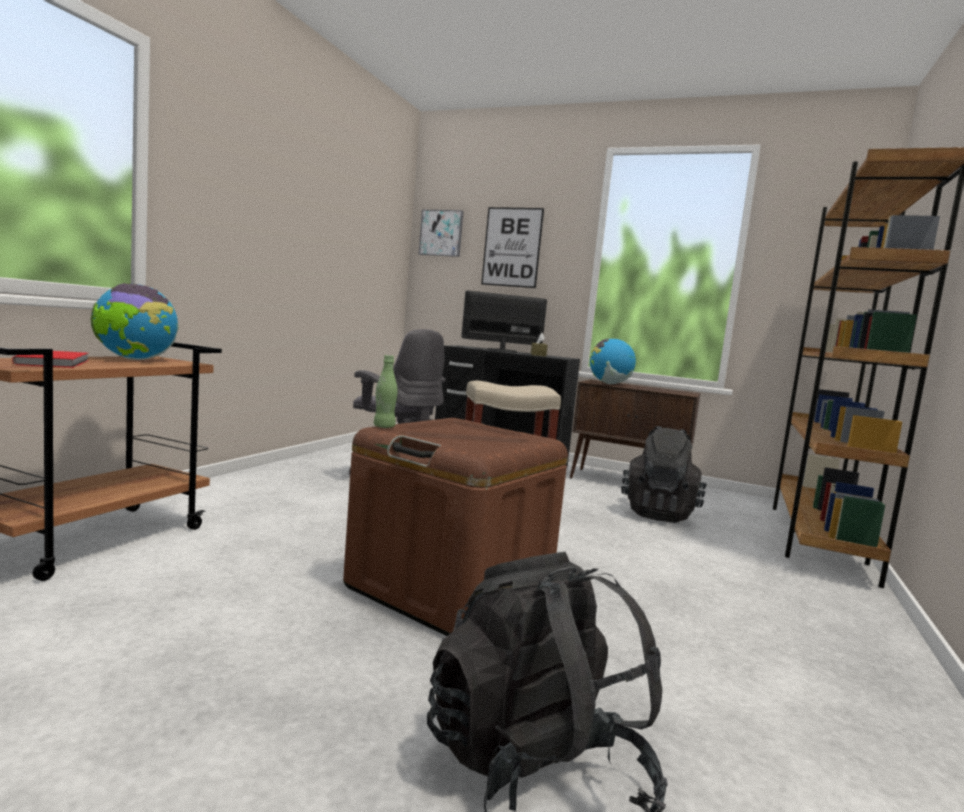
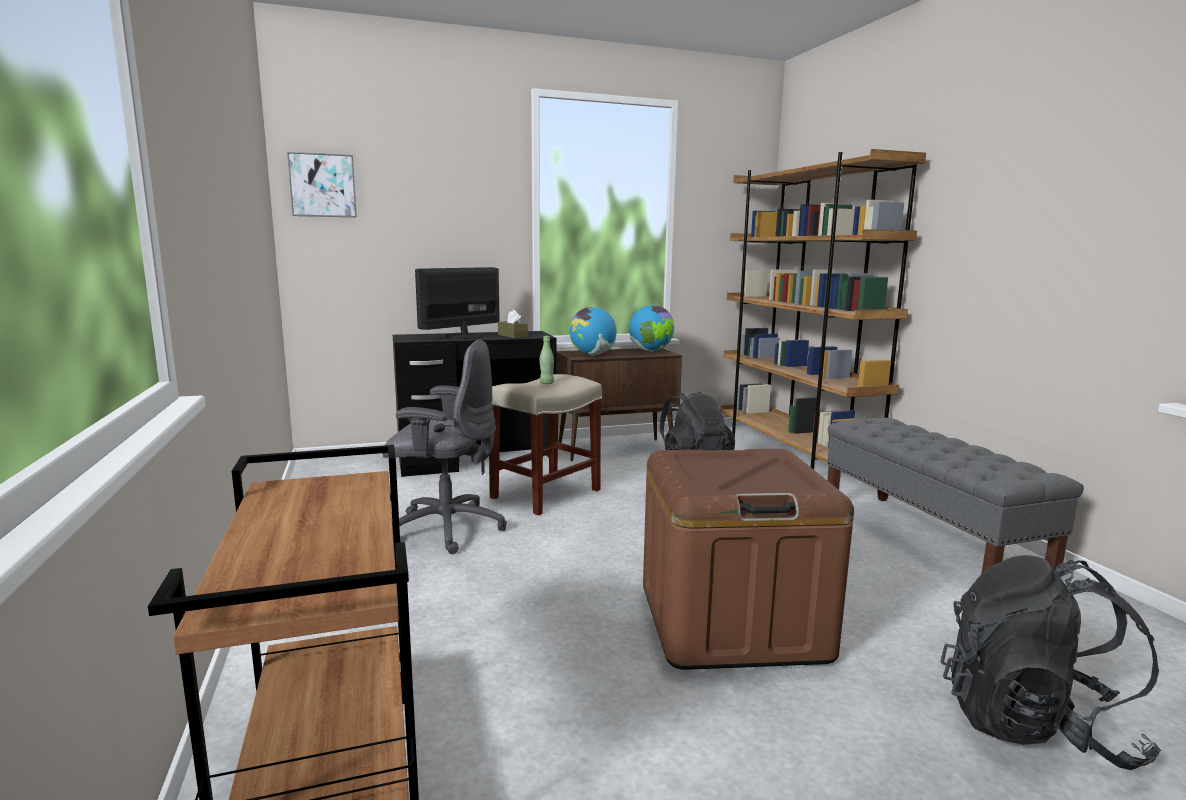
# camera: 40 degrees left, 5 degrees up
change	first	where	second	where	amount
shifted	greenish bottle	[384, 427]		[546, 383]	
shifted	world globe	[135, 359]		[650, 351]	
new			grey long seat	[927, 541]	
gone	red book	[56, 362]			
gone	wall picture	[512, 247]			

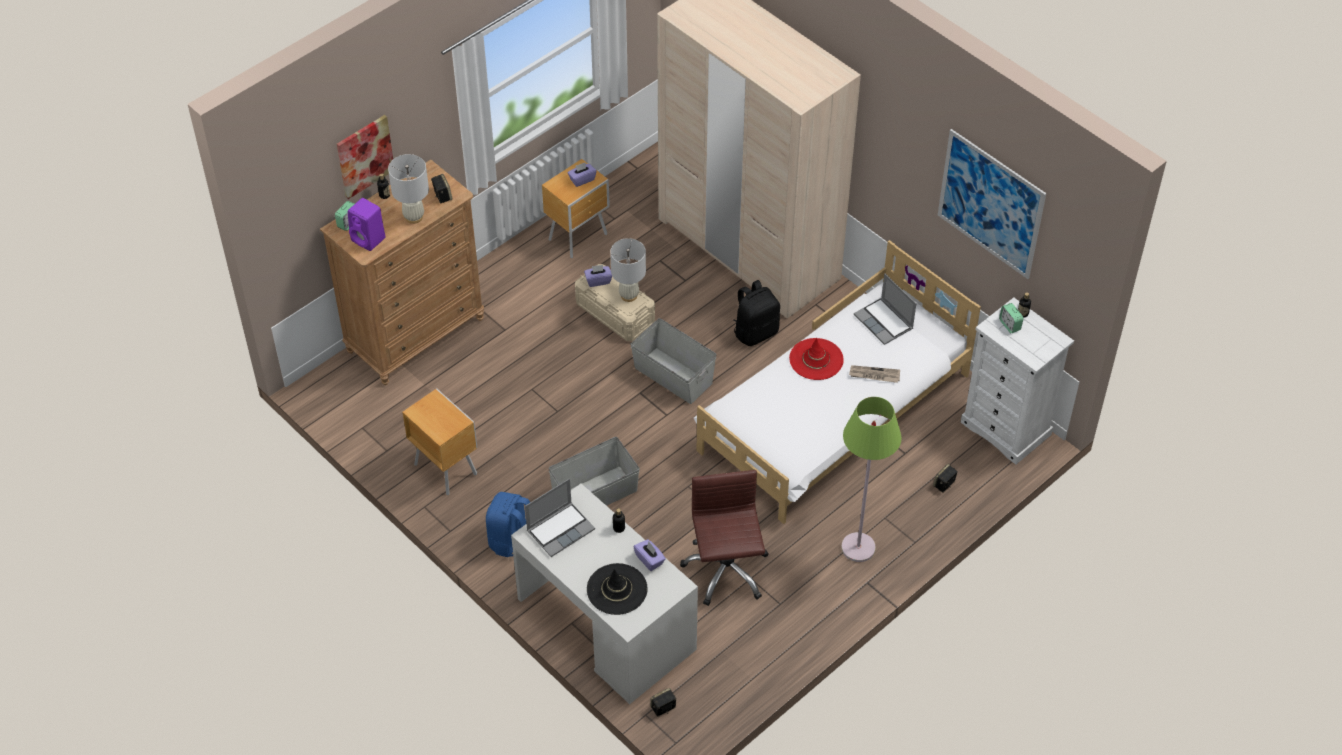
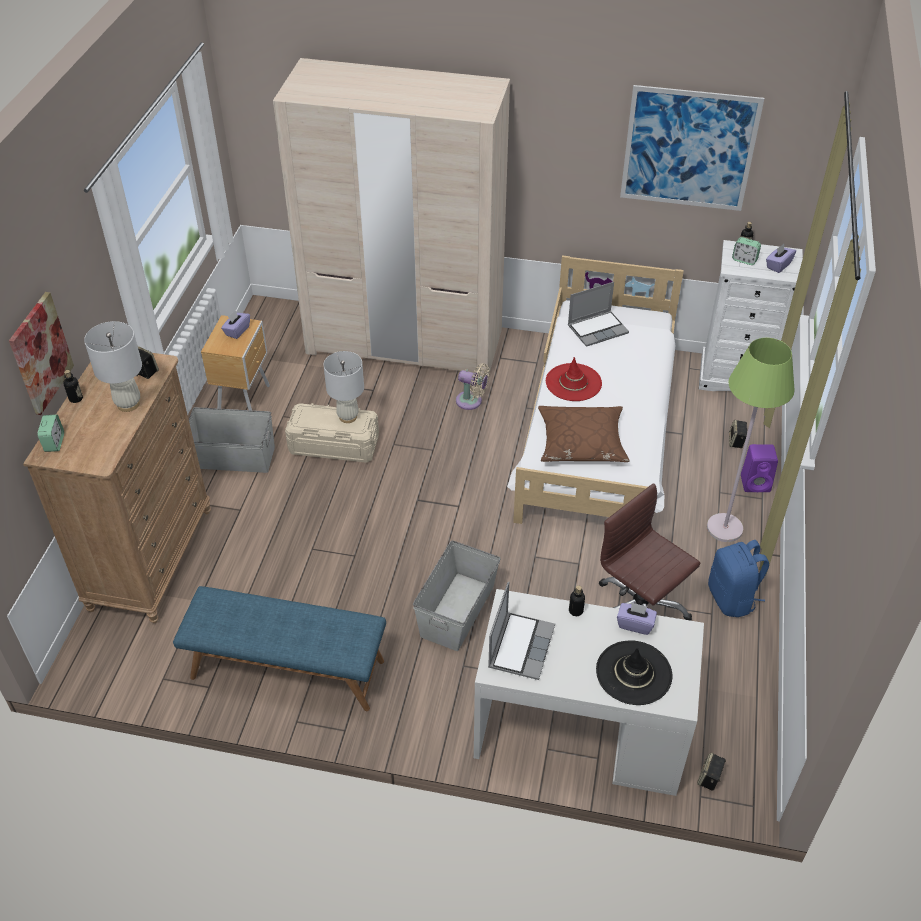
# camera: 35 degrees left, 5 degrees down
change	first	where	second	where	amount
swapped	brownish nightstand	[445, 468]	blue long seat	[287, 670]	
shifted	grey storage bin	[673, 375]		[232, 456]	
swapped	blackish knapsack	[755, 332]	beige-coloured cooling fan	[471, 401]	
new			brownish cushion	[581, 442]	
rotated	notebook computer	[884, 322]		[598, 329]	45 degrees counterclockwise
shifted	blue knapsack	[511, 541]		[732, 599]	
shifted	purple audio speaker	[369, 239]		[756, 483]	
shifted	purple box of tissues	[598, 280]		[778, 265]	
gone	newspaper	[874, 375]			

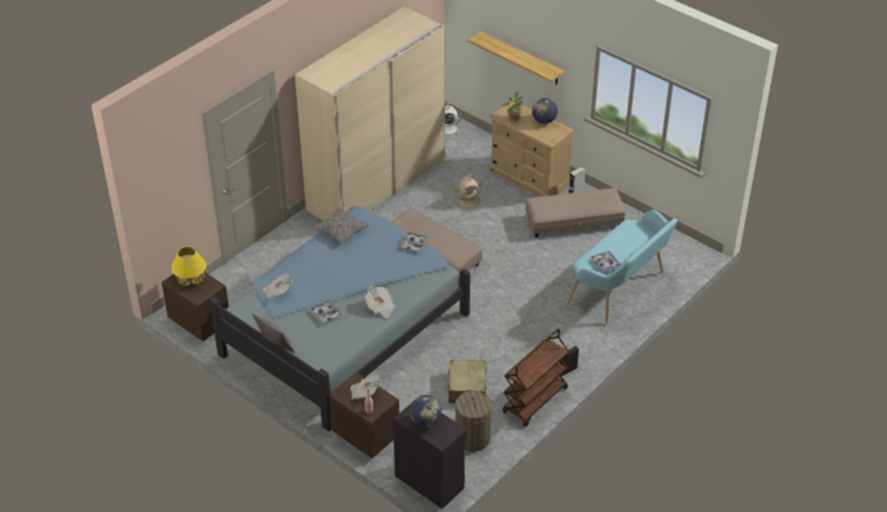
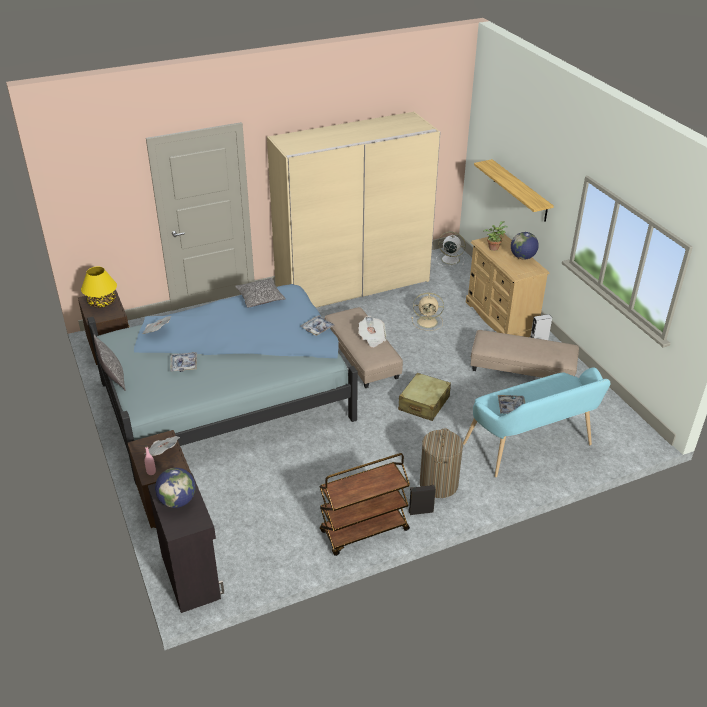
# camera: 25 degrees right, 5 degrees down
change	first	where	second	where	amount
shifted	newspaper	[380, 308]		[372, 338]	
shifted	beige-coloured piece of luggage	[467, 388]		[423, 403]	
shifted	hamper	[473, 438]		[438, 484]	

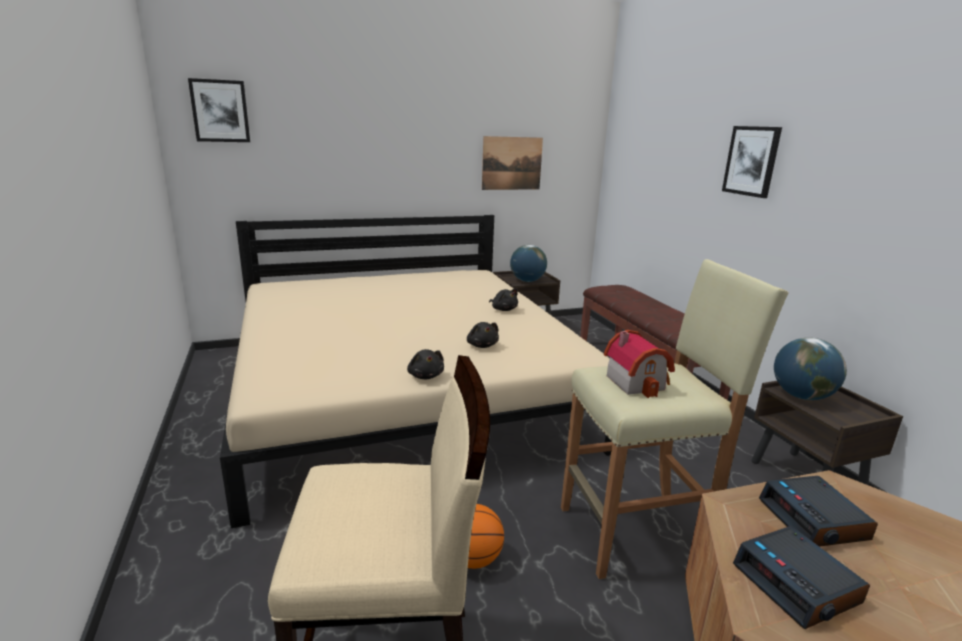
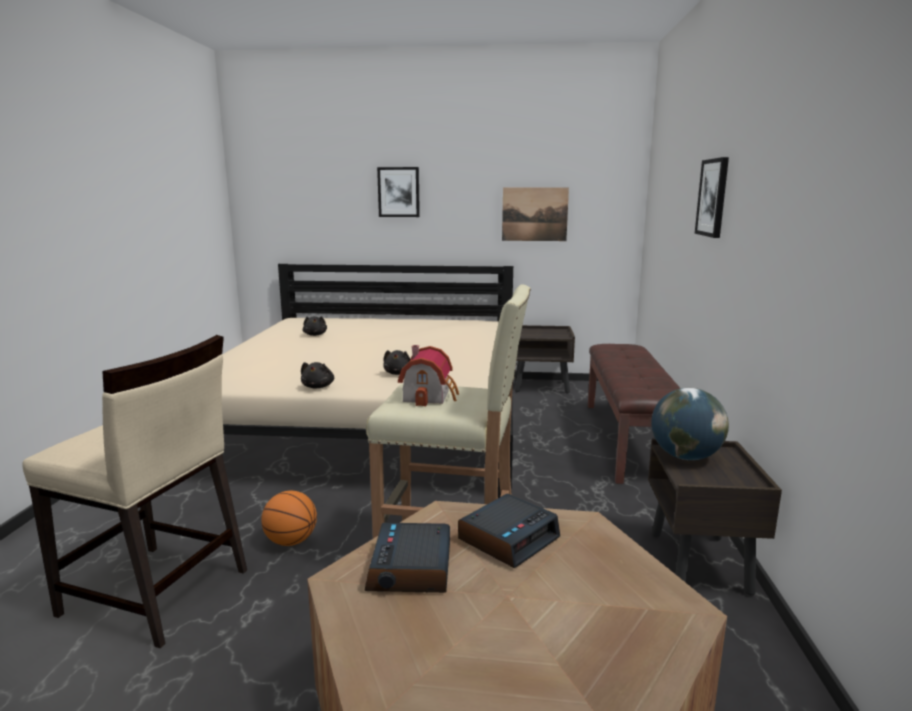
# camera: 25 degrees right, 5 degrees down
change	first	where	second	where	amount
shifted	blackish cuddly toy	[503, 309]		[315, 335]	
shifted	wall picture	[220, 111]		[398, 192]	
rotated	table clock	[814, 520]		[508, 538]	150 degrees counterclockwise
gone	world globe	[527, 281]			

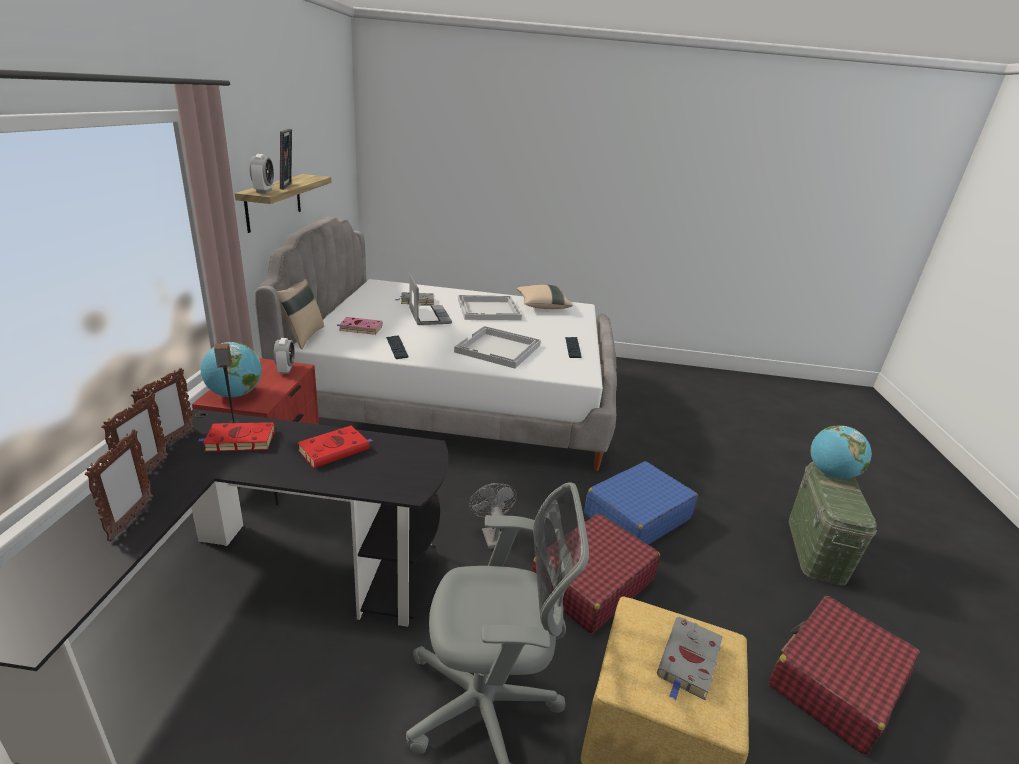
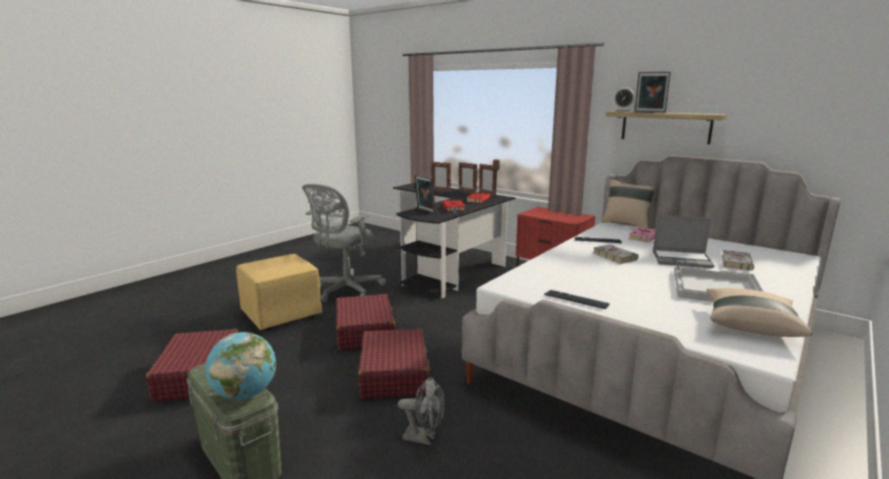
# camera: 125 degrees right, 10 degrees down
change	first	where	second	where	amount
repainted	blue piece of luggage	[636, 516]	red piece of luggage	[394, 374]	
shifted	grey cooling fan	[491, 535]		[424, 438]	
new			standing frame	[424, 211]	
shifted	grey book	[689, 662]		[613, 256]	
gone	world globe	[235, 394]			
gone	table clock	[286, 370]			
gone	white carrying tray	[498, 349]			

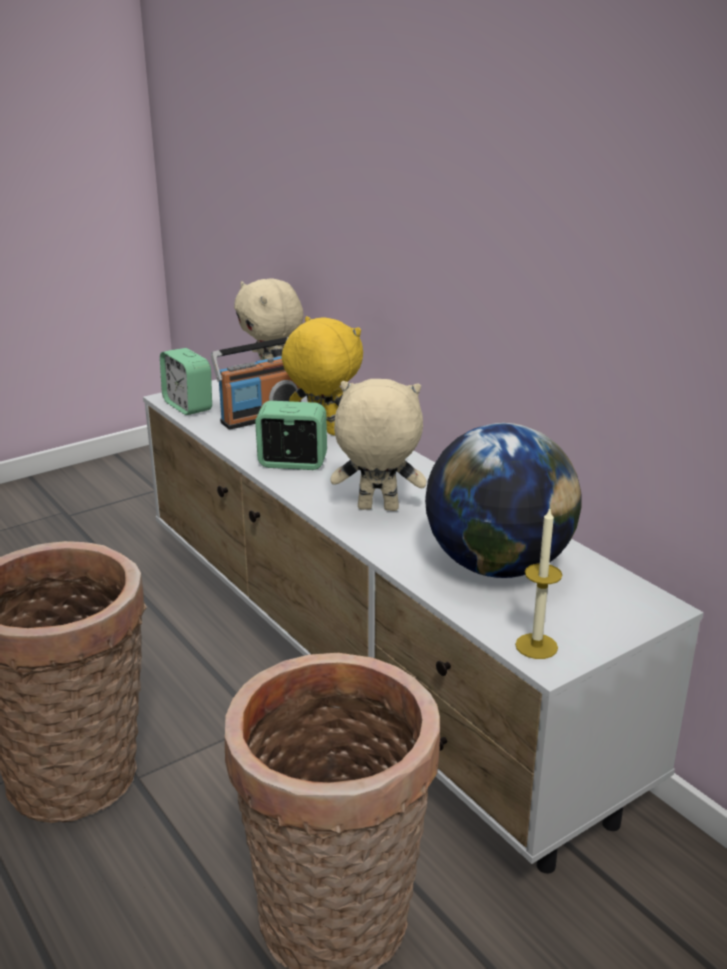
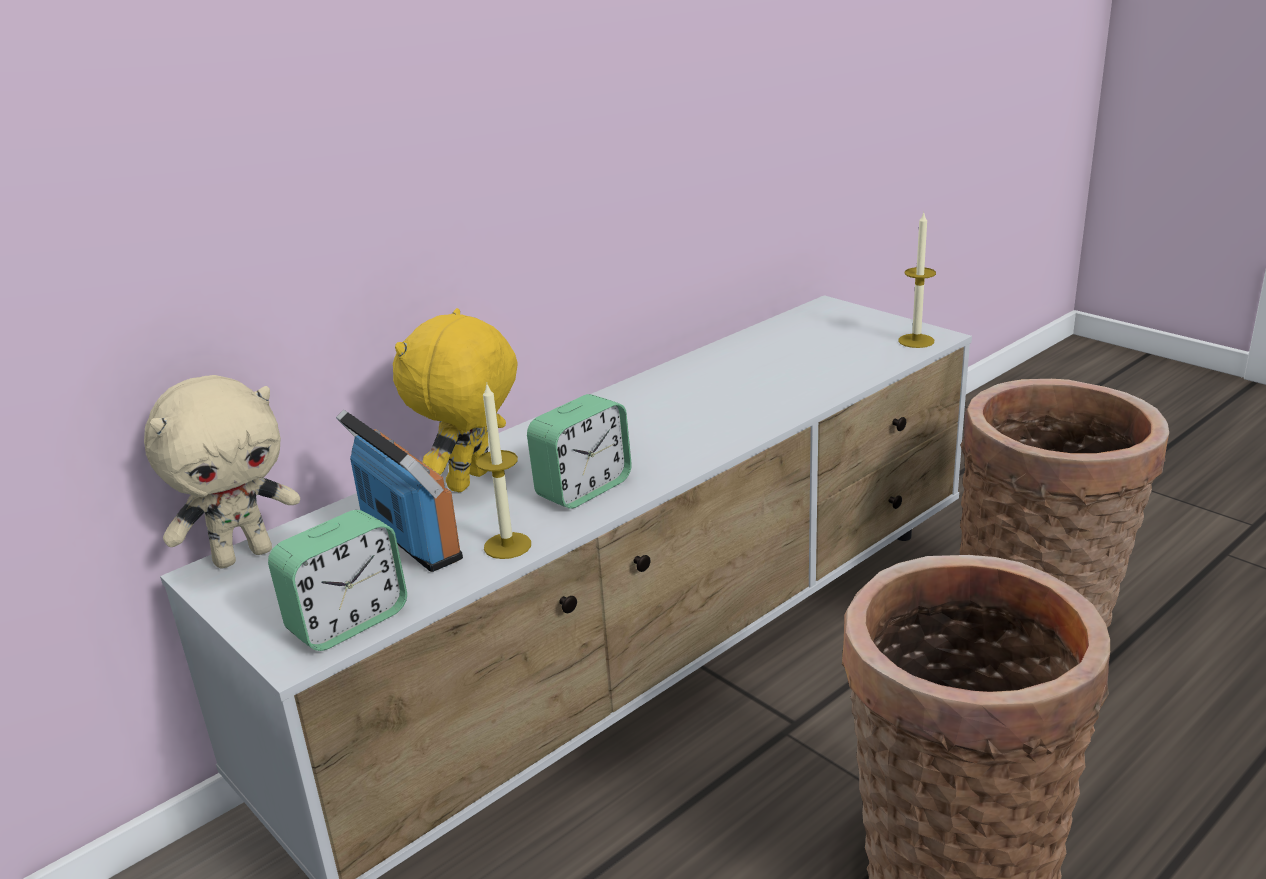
# camera: 95 degrees left, 0 degrees up
change	first	where	second	where	amount
new			wax light	[507, 545]	
rotated	table clock	[292, 463]		[583, 489]	135 degrees counterclockwise
gone	beige-coloured cuddly toy	[377, 509]			
gone	world globe	[497, 566]			

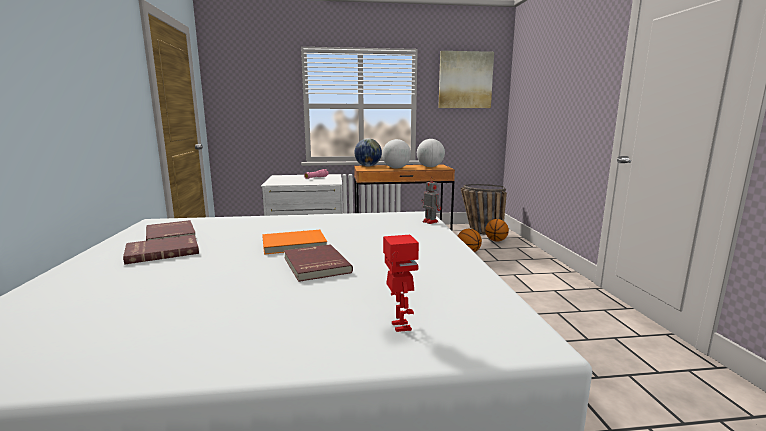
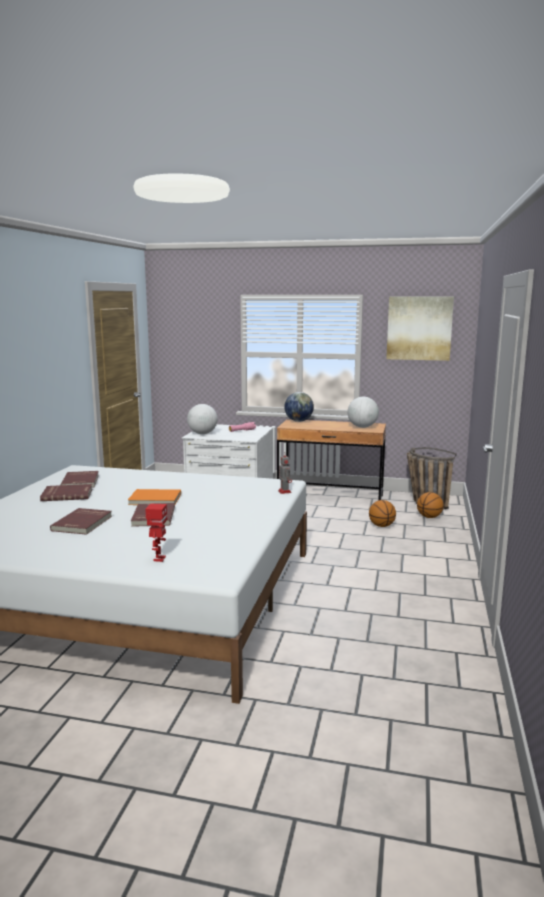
# camera: 20 degrees right, 0 degrees up
change	first	where	second	where	amount
new			red book	[83, 523]	
shifted	world globe	[396, 168]		[202, 433]	

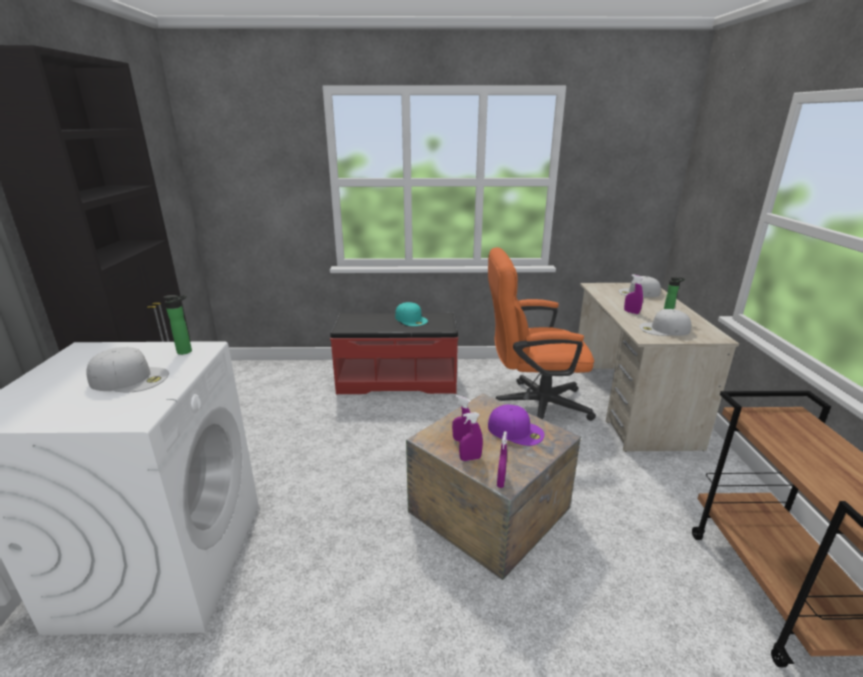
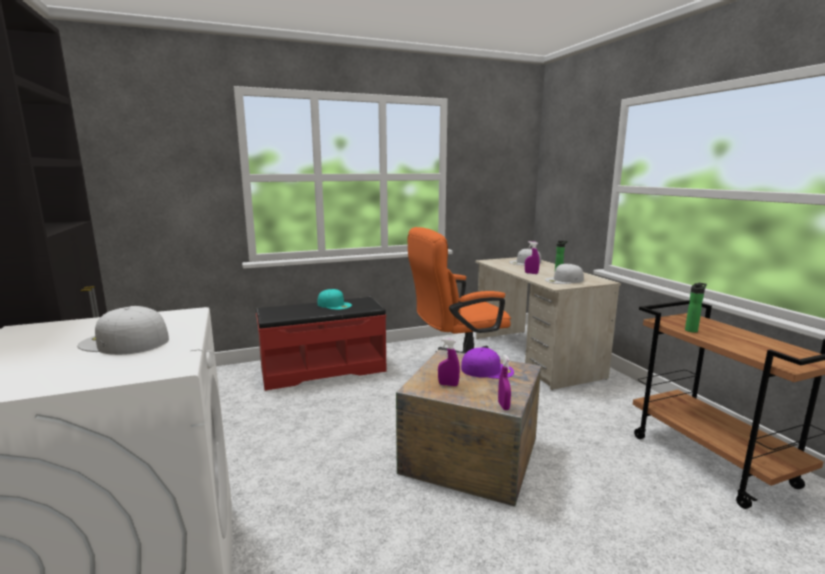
# camera: 20 degrees left, 10 degrees down
change	first	where	second	where	amount
rotated	white peaked cap	[130, 378]		[123, 342]	150 degrees counterclockwise
shifted	bottle	[187, 351]		[692, 330]	
gone	purple sprayer	[470, 458]			

